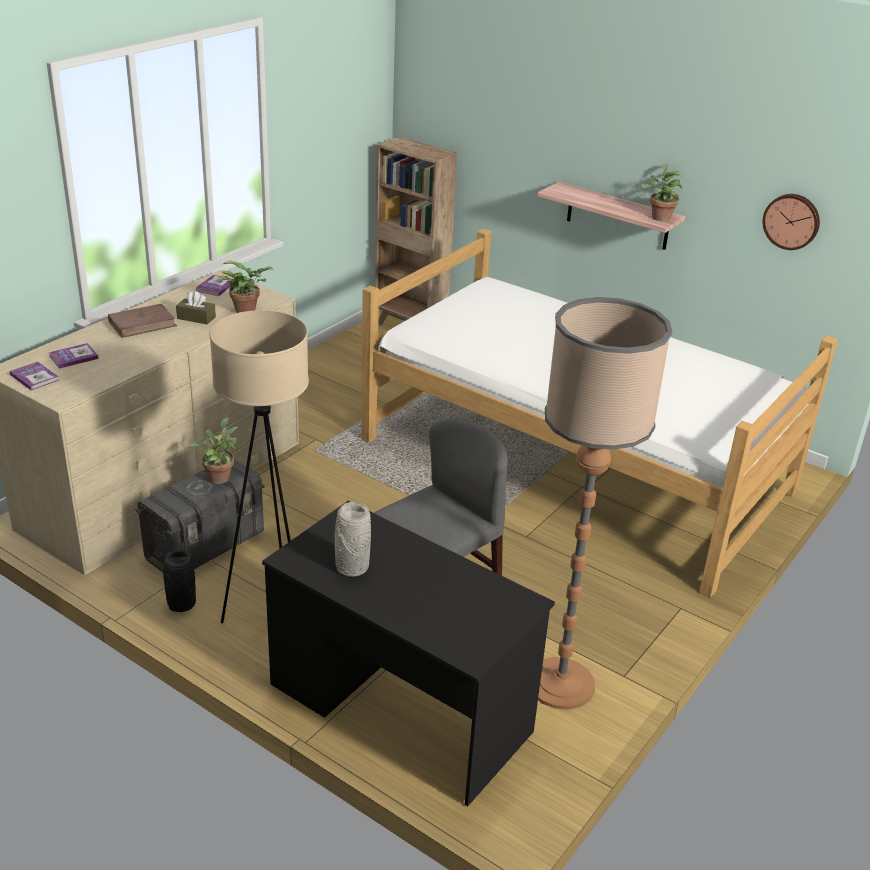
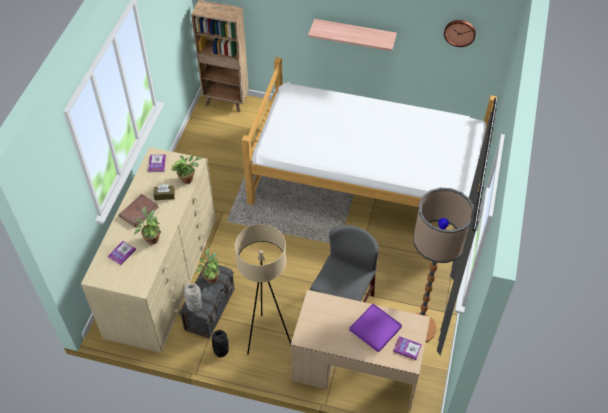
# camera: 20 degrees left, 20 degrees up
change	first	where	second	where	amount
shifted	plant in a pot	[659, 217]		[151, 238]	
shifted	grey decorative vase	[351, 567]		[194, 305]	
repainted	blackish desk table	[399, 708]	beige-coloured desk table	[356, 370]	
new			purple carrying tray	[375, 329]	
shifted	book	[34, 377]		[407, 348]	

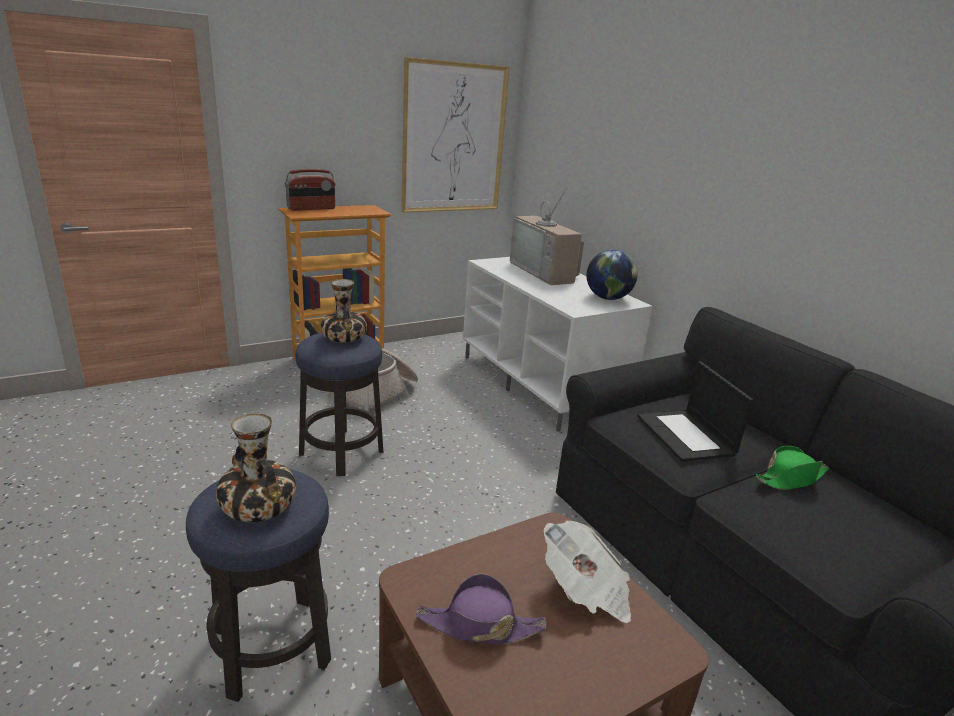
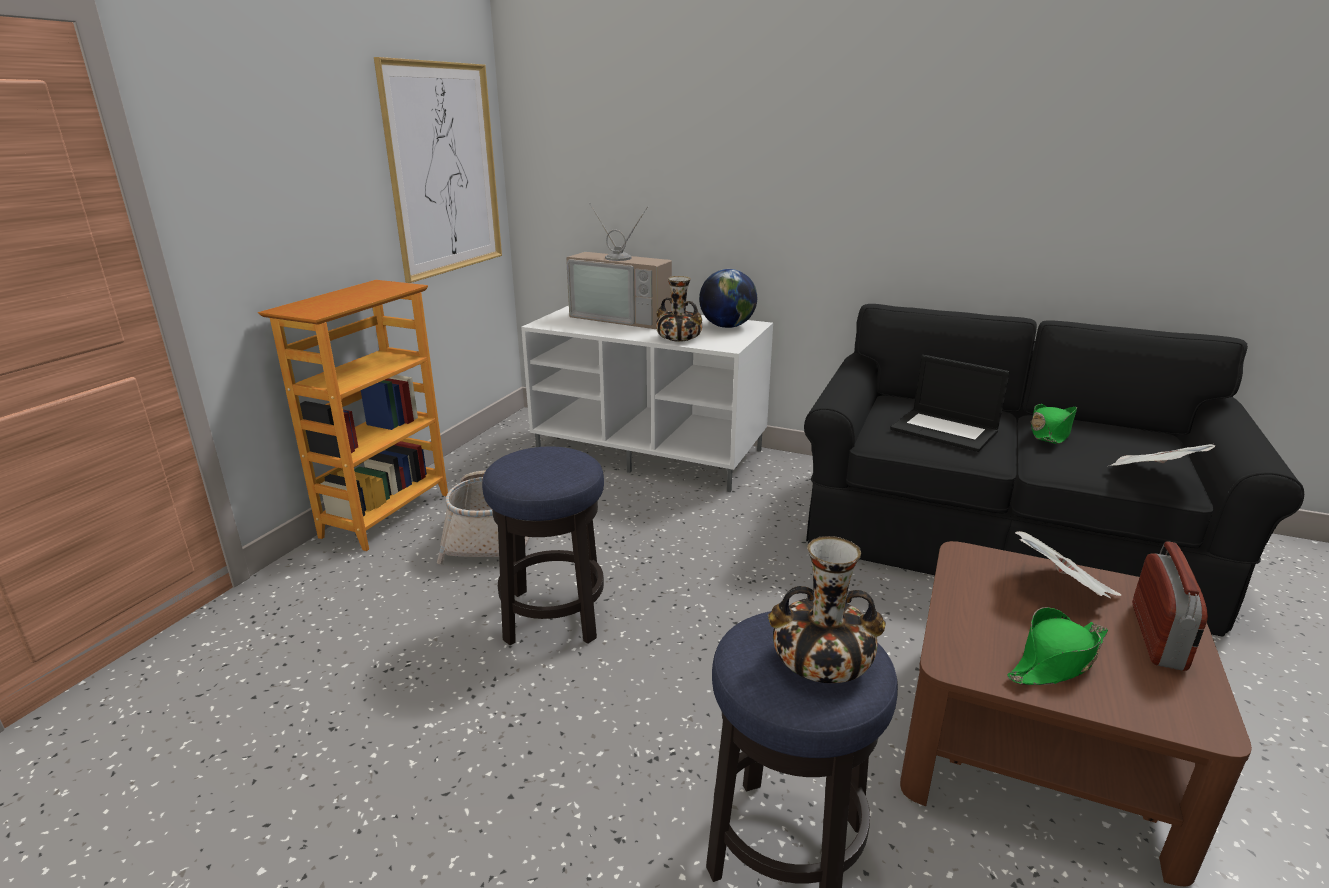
# camera: 35 degrees left, 0 degrees up
change	first	where	second	where	amount
shifted	decorative vase	[344, 338]		[679, 338]	
repainted	purple wearable hat	[479, 625]	greenish wearable hat	[1056, 661]	
new			newspaper	[1152, 476]	
shifted	radio receiver	[311, 209]		[1159, 637]	

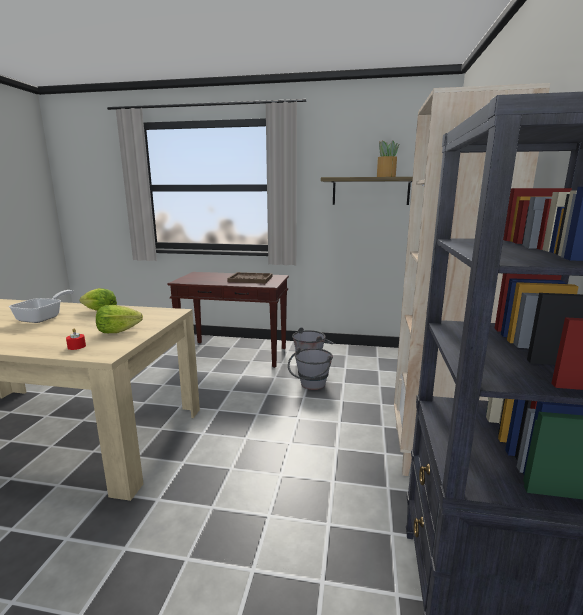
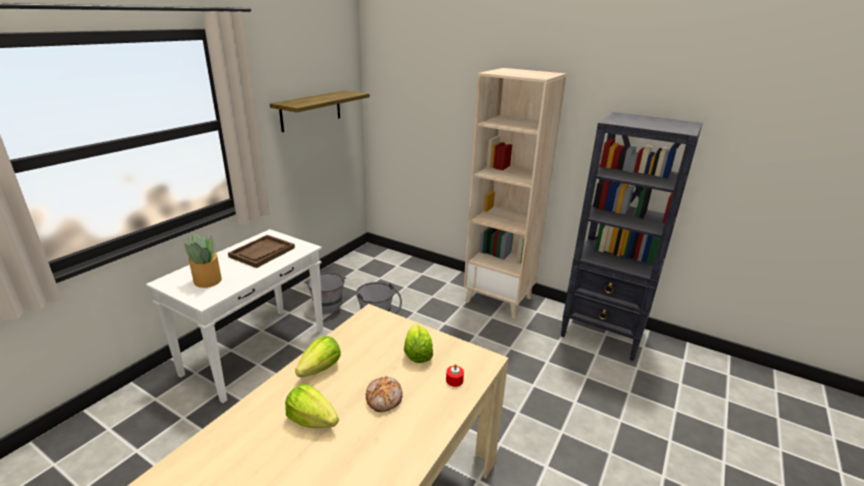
# camera: 70 degrees left, 10 degrees up
change	first	where	second	where	amount
repainted	brownish hall table	[235, 354]	white hall table	[256, 351]	
shifted	plant in a pot	[385, 177]		[207, 280]	
swapped	skillet	[44, 317]	lettuce head	[312, 420]	
new			bakery bread	[385, 398]	

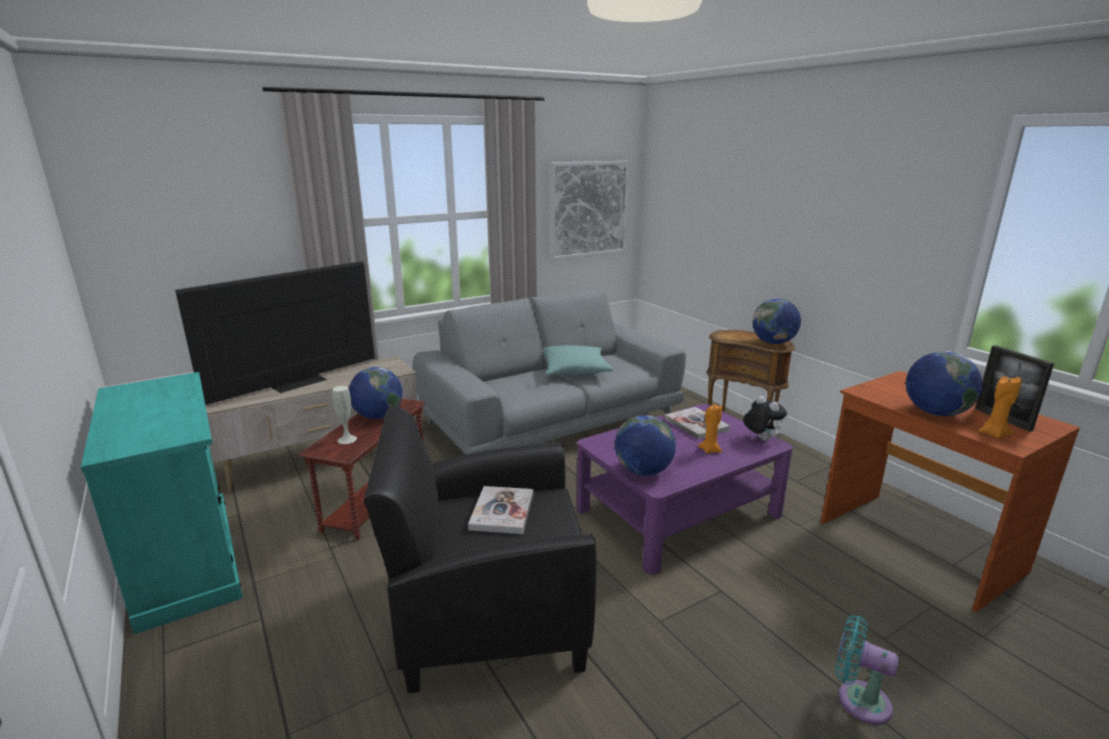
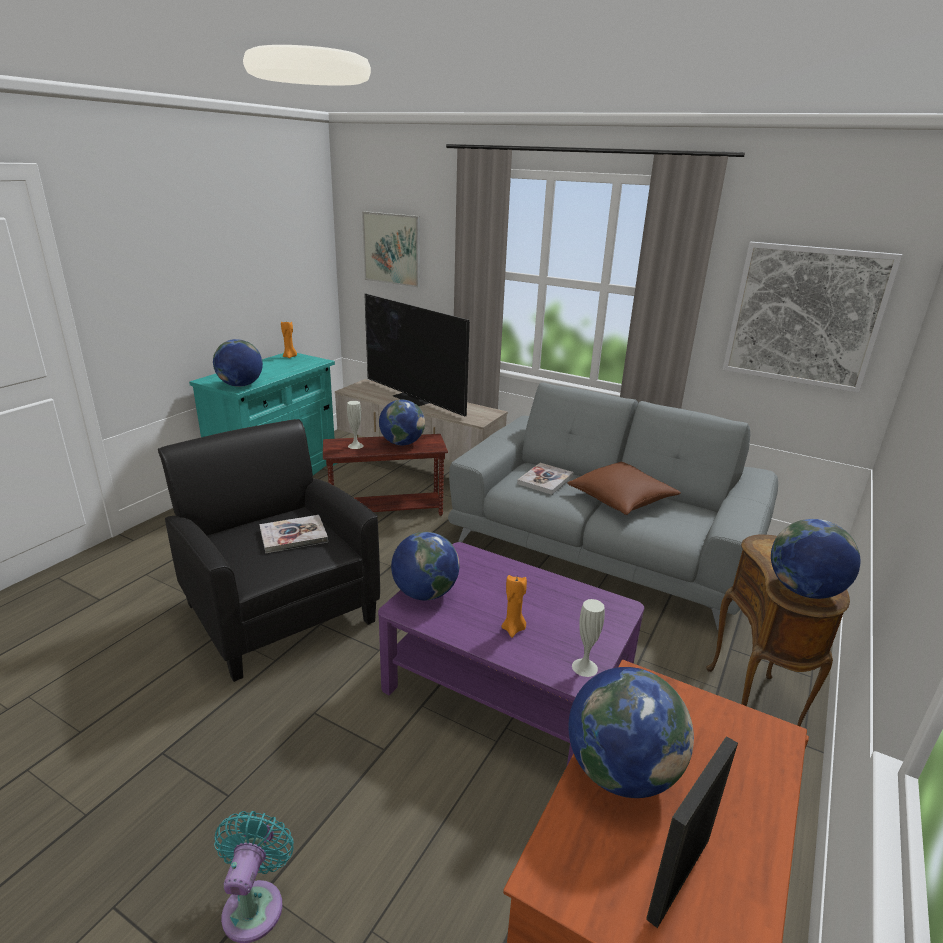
# camera: 60 degrees right, 5 degrees up
change	first	where	second	where	amount
new			world globe	[240, 385]	
shifted	orange wax light	[993, 434]		[290, 357]	
new			wall picture	[392, 249]	
rotated	TV set	[297, 383]		[414, 398]	150 degrees counterclockwise
shifted	book	[696, 424]		[545, 480]	
repainted	turquoise-coloured cushion	[574, 371]	brownish cushion	[621, 500]	
swapped	cuddly toy	[761, 439]	white decorative vase	[584, 667]	

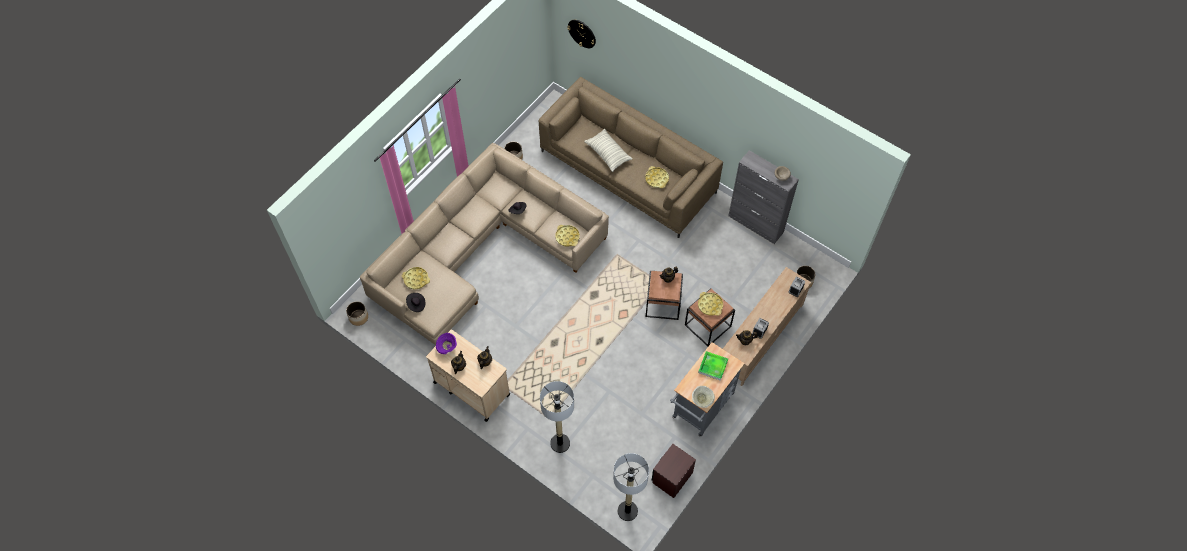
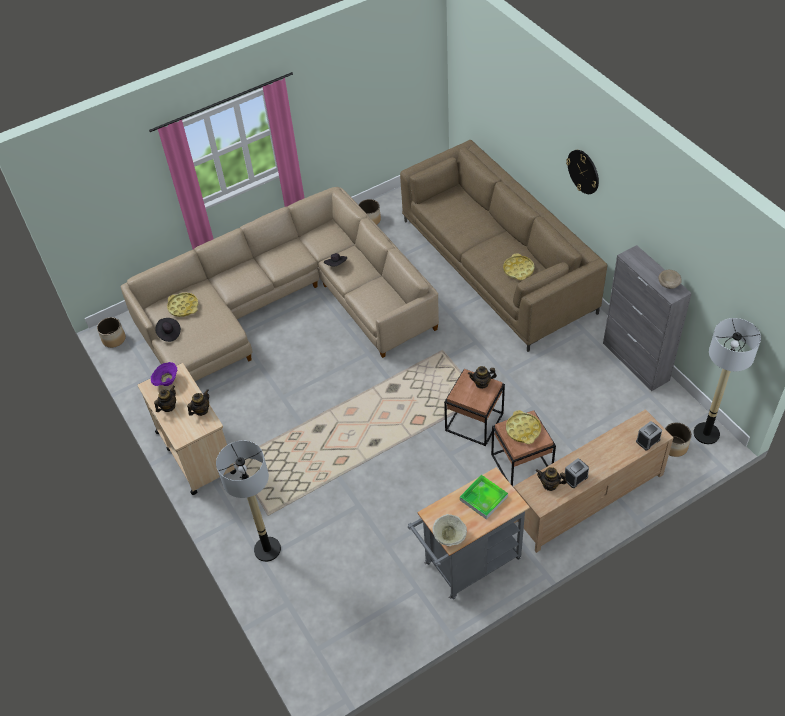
# camera: 25 degrees right, 10 degrees down
change	first	where	second	where	amount
shifted	hanging clock	[582, 33]		[583, 171]	
shifted	standing lamp	[627, 511]		[706, 434]	
gone	yellowish carrying tray	[567, 237]			
gone	cushion	[608, 154]			
gone	brownish nightstand	[672, 477]			

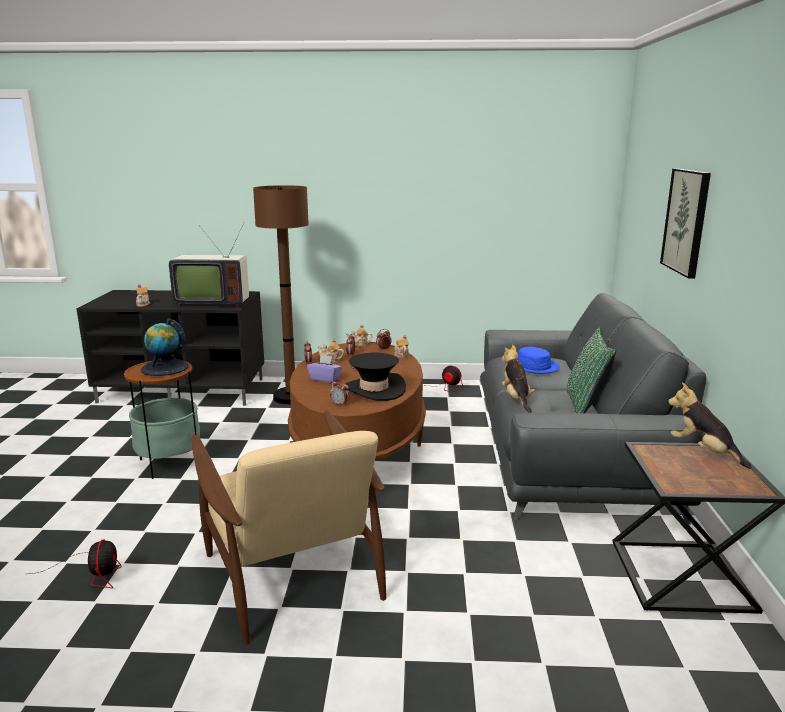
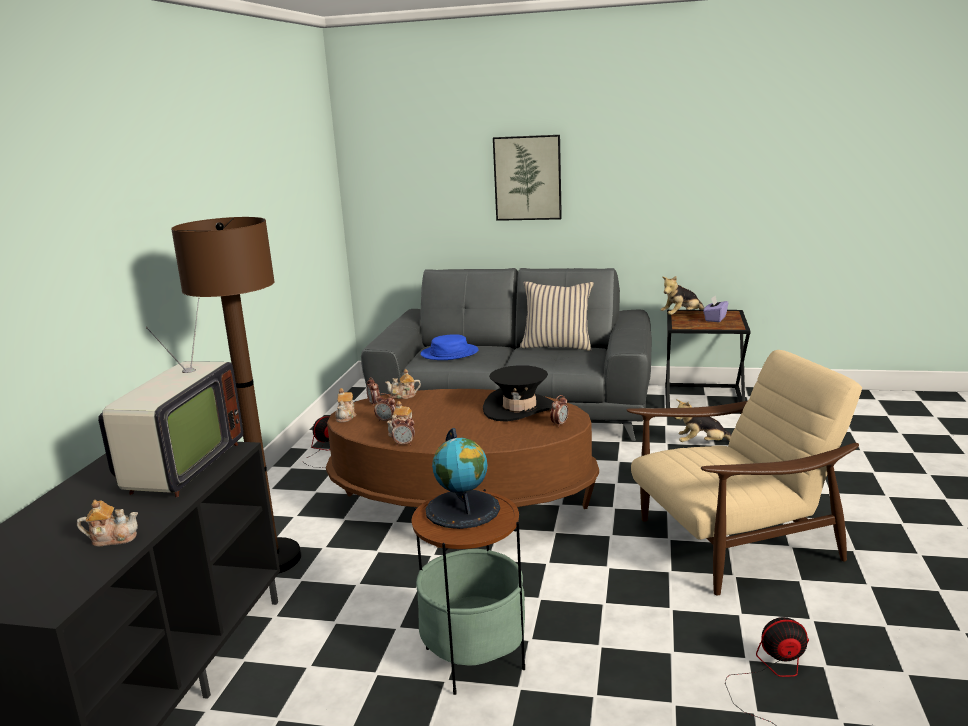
# camera: 80 degrees left, 0 degrees up
change	first	where	second	where	amount
repainted	greenish cushion	[585, 405]	beige-coloured cushion	[557, 346]	
shifted	cuddly toy	[516, 399]		[702, 444]	
shifted	purple box of tissues	[325, 379]		[715, 319]	

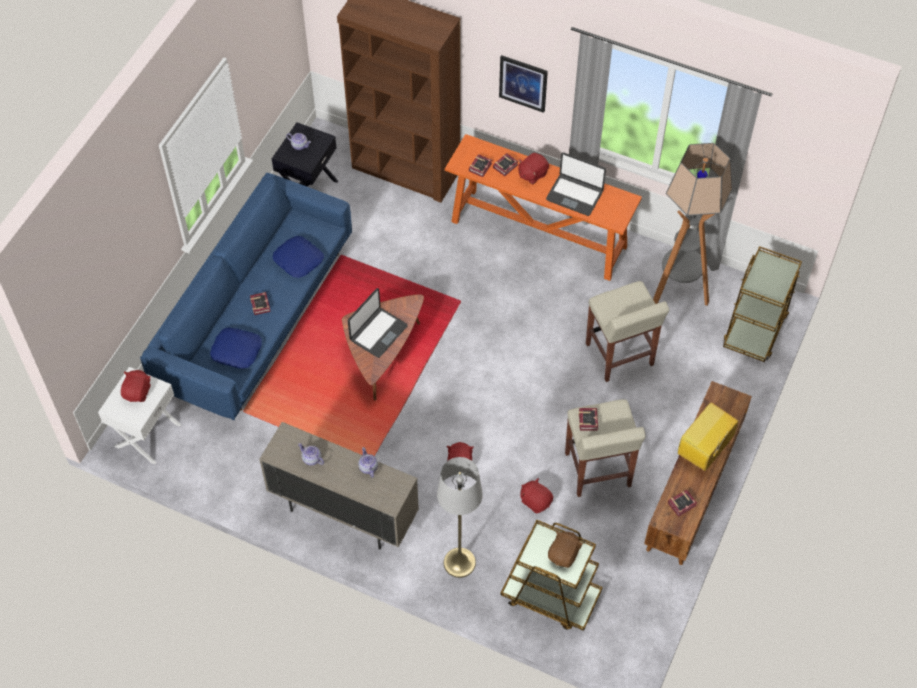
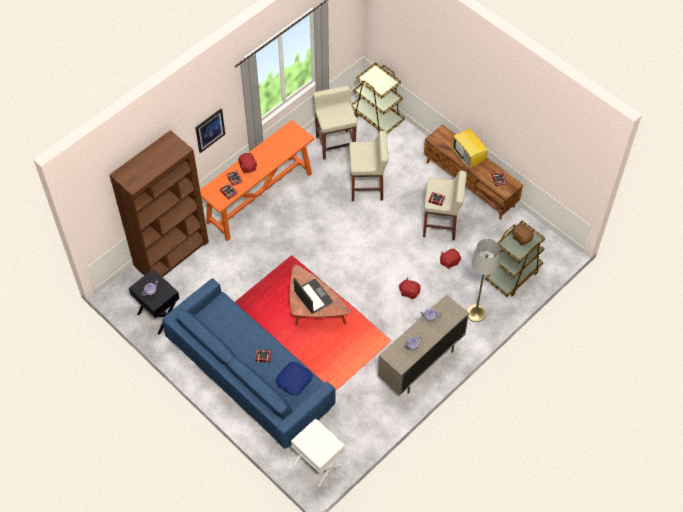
# camera: 70 degrees left, 0 degrees up
change	first	where	second	where	amount
swapped	standing lamp	[677, 292]	beige-coloured stool seat	[335, 144]	
gone	red cuddly toy	[138, 392]			
gone	blue cushion	[298, 260]			
gone	notebook computer	[574, 195]			

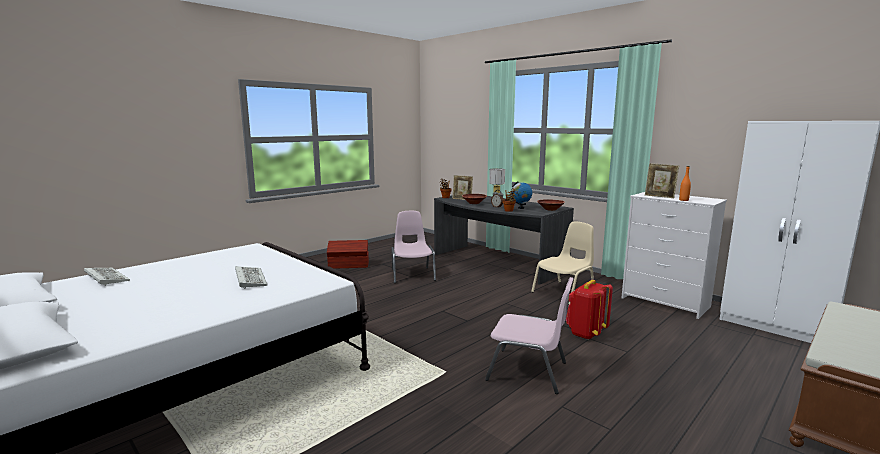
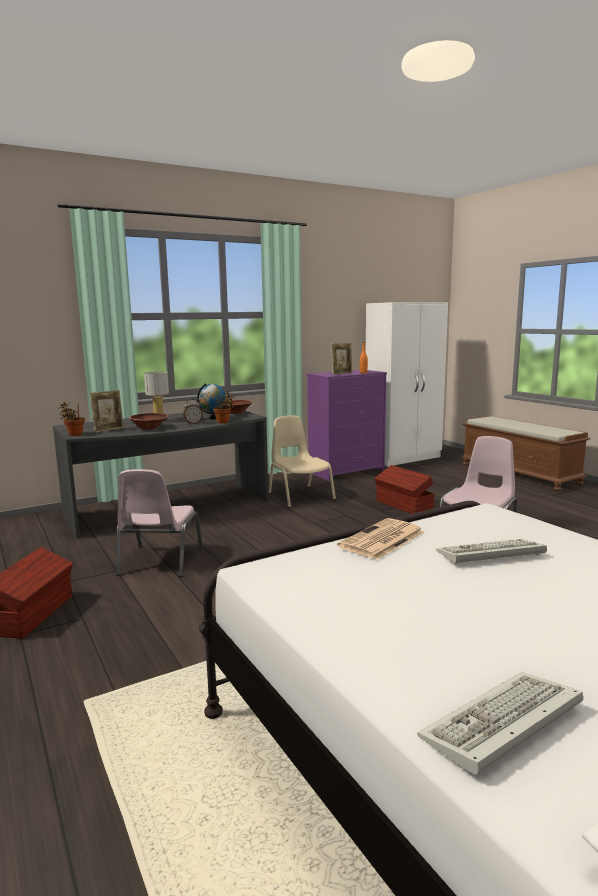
# camera: 75 degrees left, 0 degrees up
change	first	where	second	where	amount
rotated	pink chair	[412, 274]		[159, 561]	90 degrees counterclockwise
repainted	white dresser	[666, 302]	purple dresser	[347, 471]	
new			newspaper	[381, 540]	
swapped	red knapsack	[586, 333]	brownish storage bin	[404, 505]	

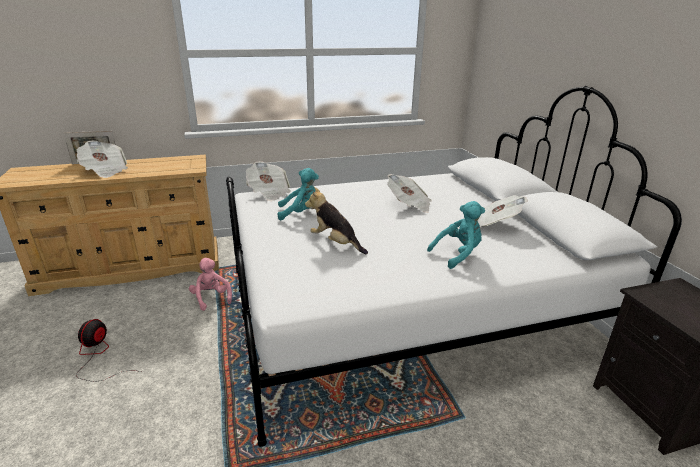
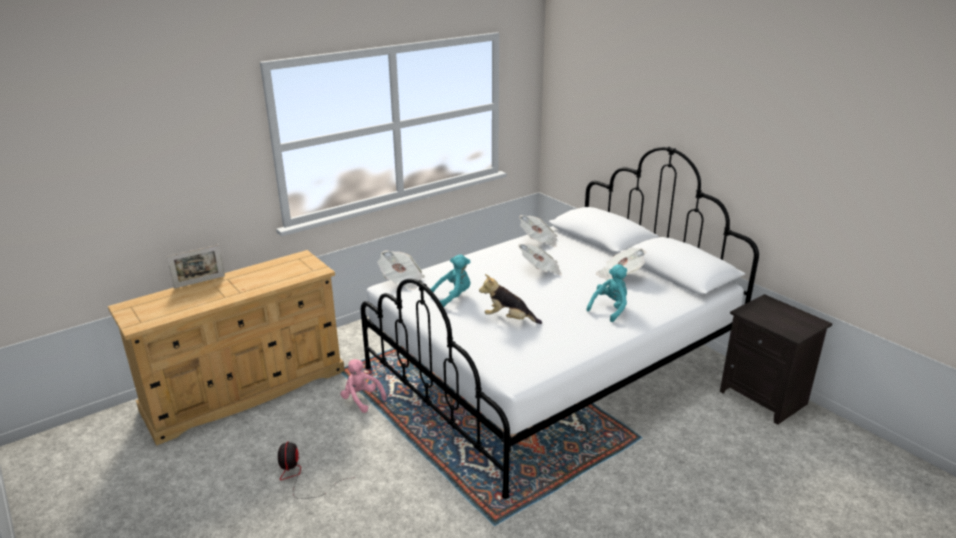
# camera: 20 degrees left, 0 degrees up
change	first	where	second	where	amount
shifted	newspaper	[105, 171]		[539, 241]	

